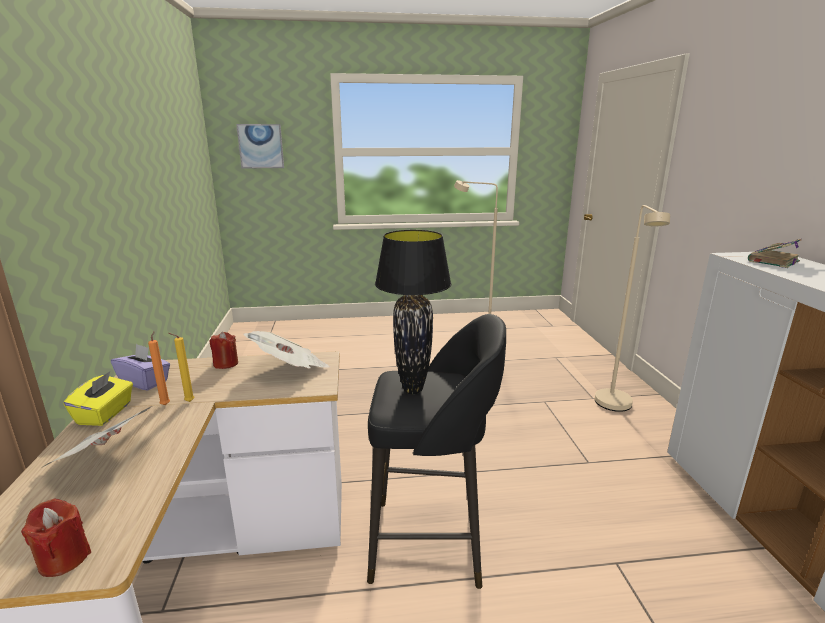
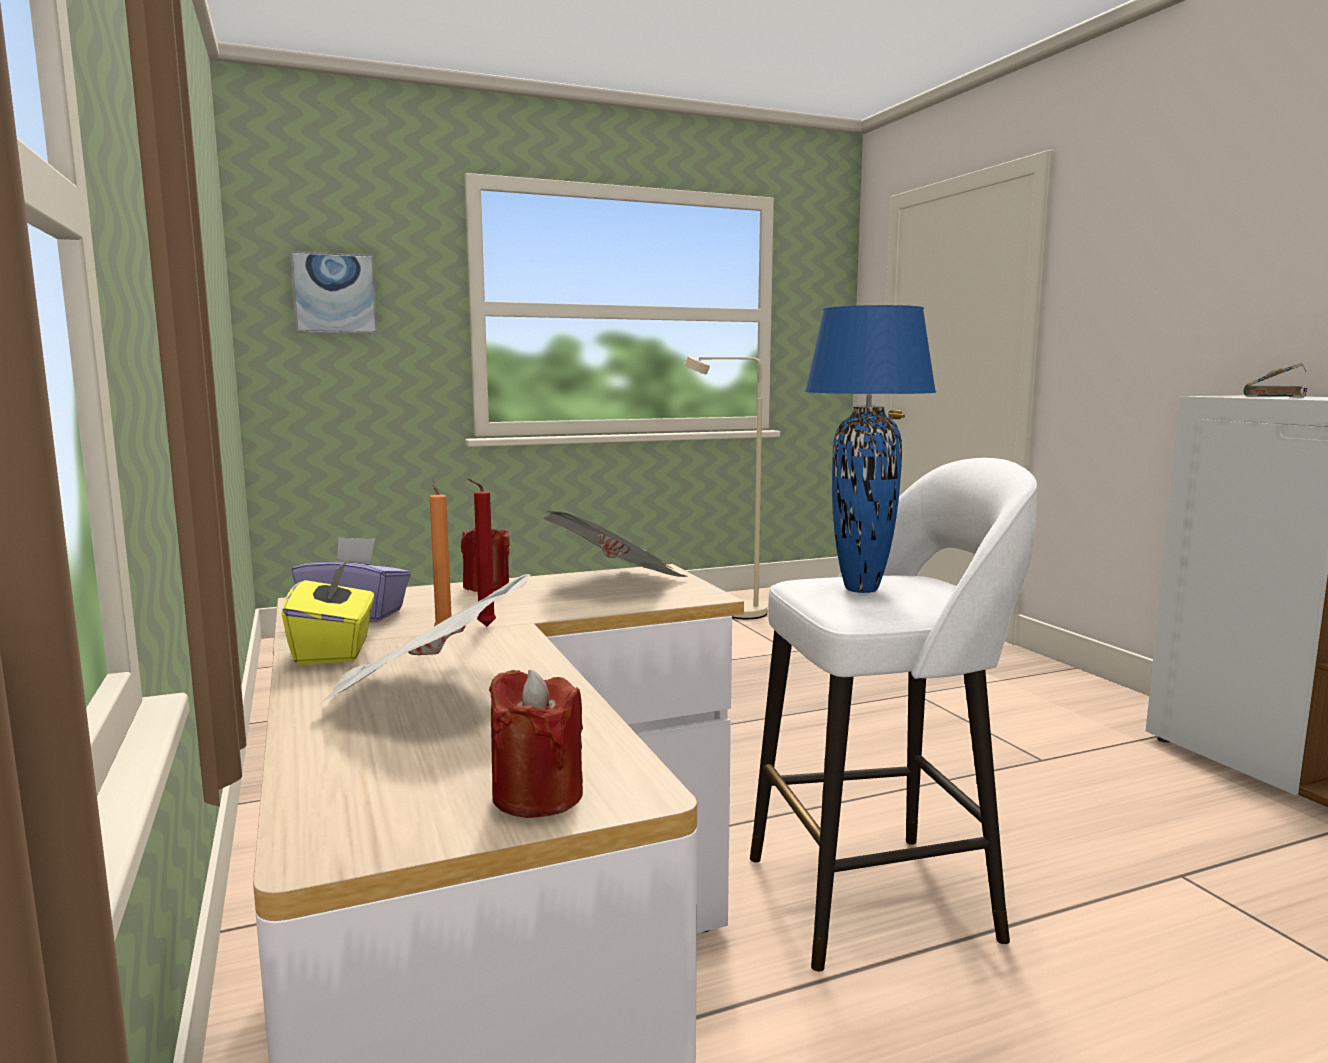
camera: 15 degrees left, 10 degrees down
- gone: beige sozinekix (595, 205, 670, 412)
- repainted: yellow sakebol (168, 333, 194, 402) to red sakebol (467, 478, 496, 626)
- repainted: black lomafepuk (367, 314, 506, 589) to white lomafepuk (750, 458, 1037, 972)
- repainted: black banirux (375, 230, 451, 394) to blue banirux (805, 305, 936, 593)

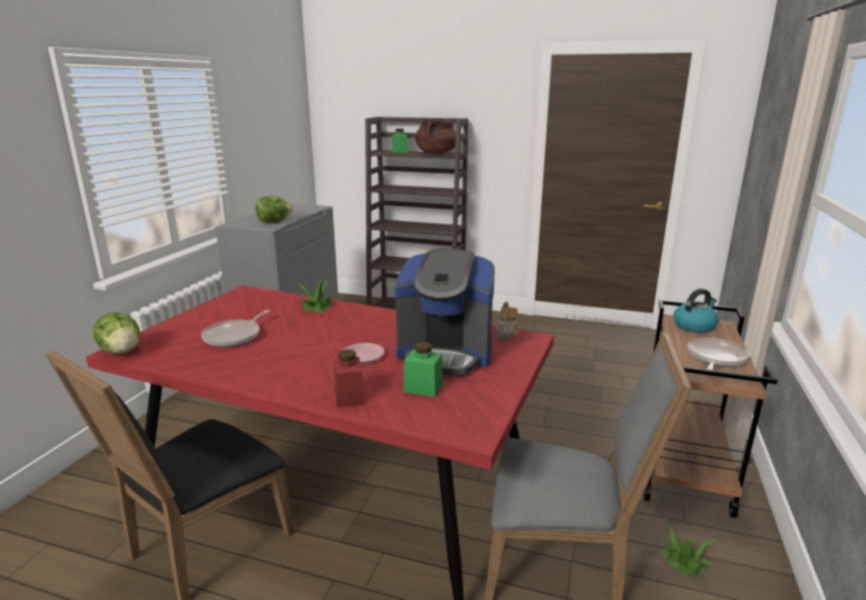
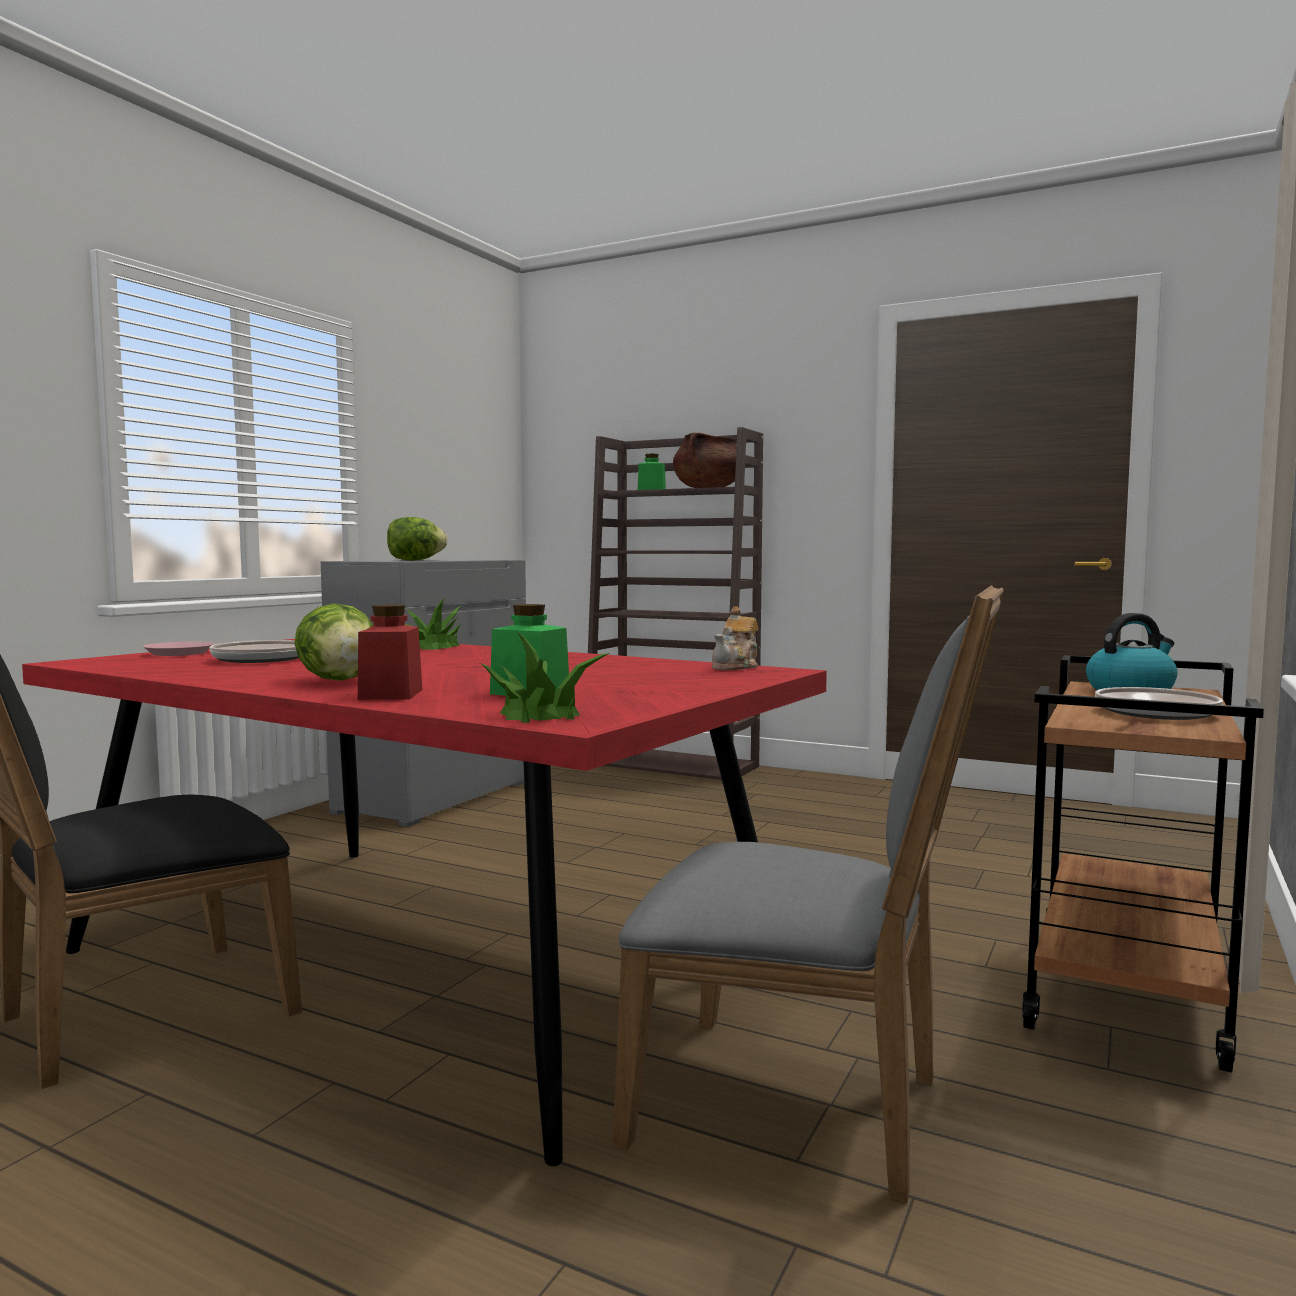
camera: 10 degrees right, 15 degrees down
- gone: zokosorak (395, 249, 495, 376)
- shifted: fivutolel (93, 312, 140, 355) to (294, 603, 374, 681)
- shifted: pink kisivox (344, 343, 385, 364) to (143, 642, 214, 656)
- shifted: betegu (661, 523, 718, 580) to (480, 632, 610, 723)

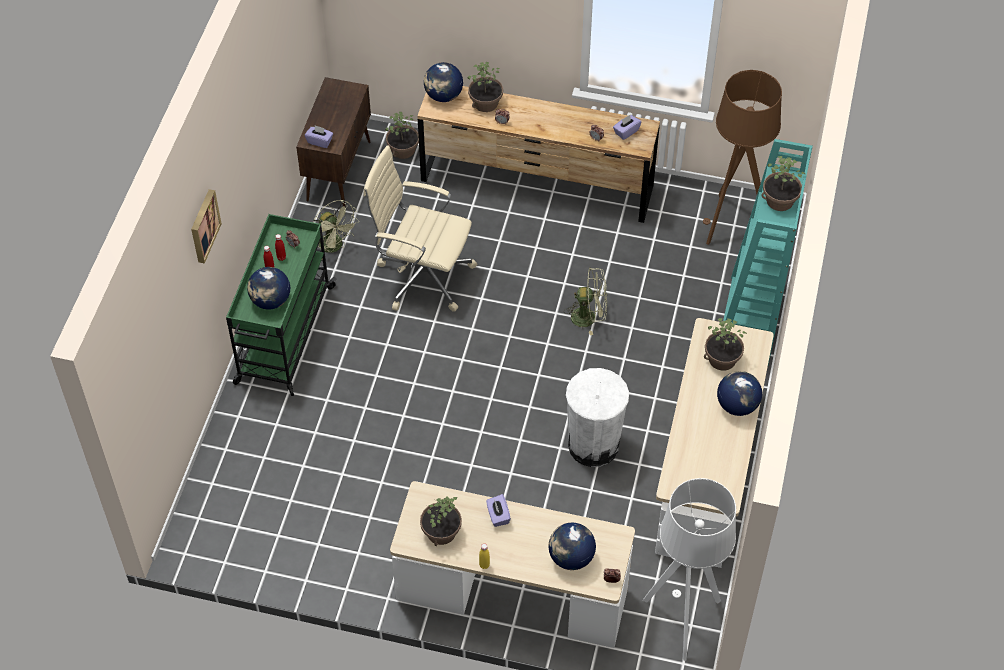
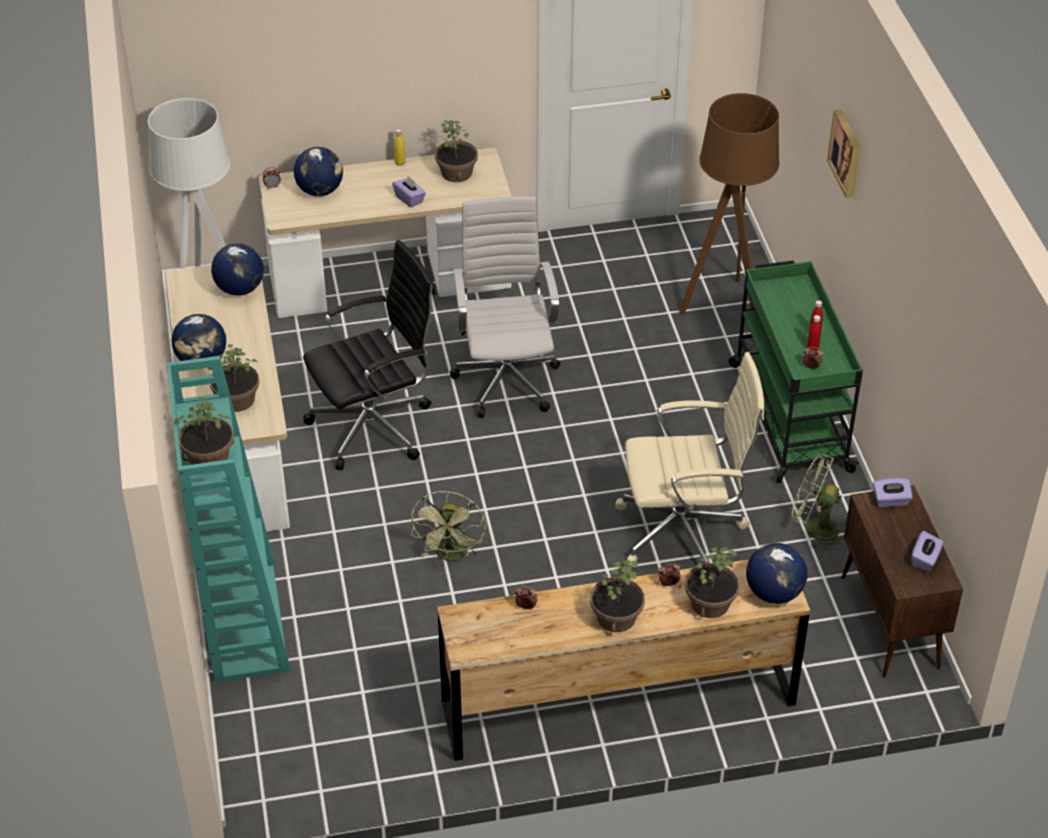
camera: 155 degrees right, 10 degrees down
- new: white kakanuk (450, 196, 560, 418)
- shifted: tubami (247, 267, 290, 310) to (211, 243, 264, 296)
- shifted: betegu (385, 112, 419, 159) to (590, 559, 645, 632)
- shifted: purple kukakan (613, 115, 642, 140) to (911, 531, 943, 572)
- shifted: brown sozinekix (703, 70, 782, 245) to (679, 93, 780, 314)
- swapped: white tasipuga (566, 368, 629, 467) to black kakanuk (303, 240, 435, 470)
- rotated: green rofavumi (564, 267, 607, 336) = (411, 491, 486, 561) 60 degrees counterclockwise

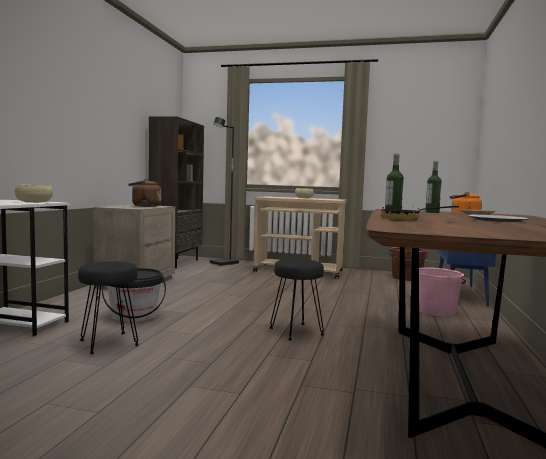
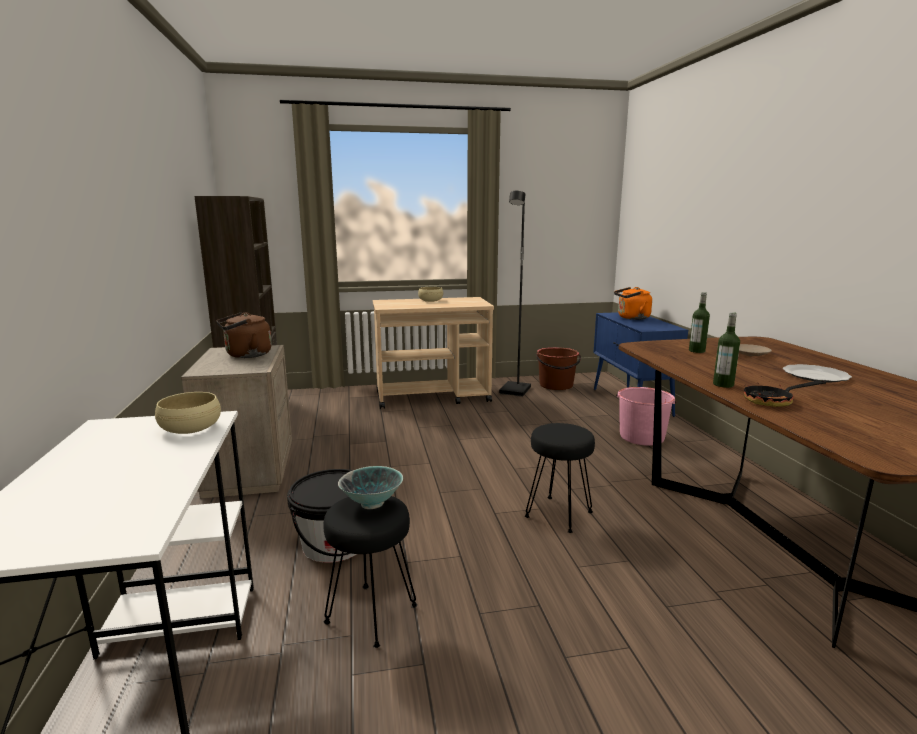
camera: 25 degrees left, 10 degrees up
- new: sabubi (338, 466, 403, 509)
- shifted: black sozinekix (210, 117, 239, 266) to (499, 191, 531, 397)

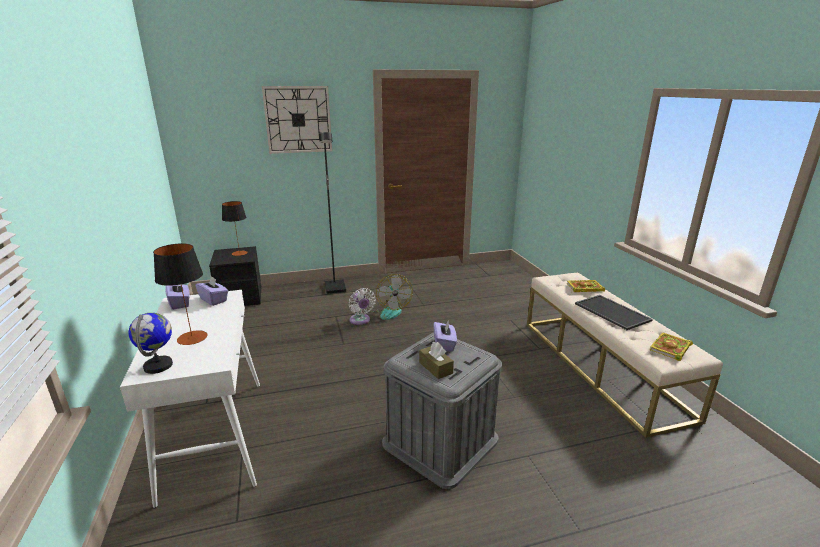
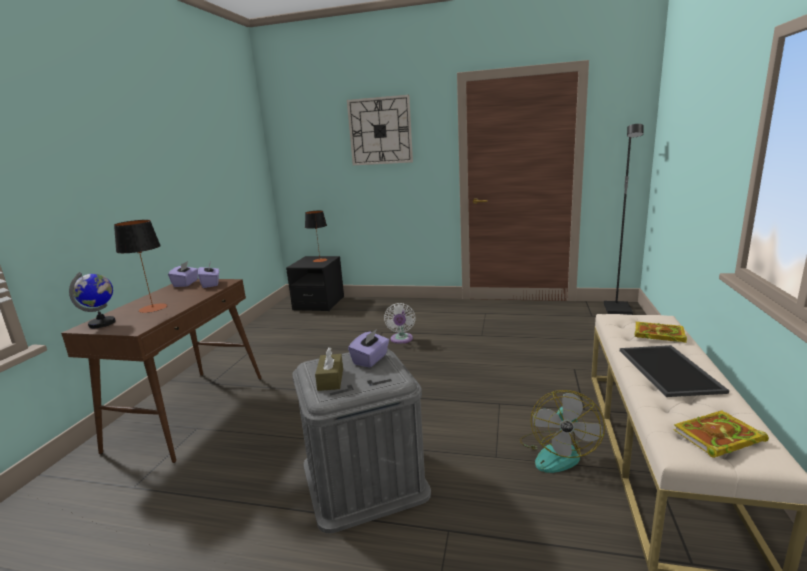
camera: 30 degrees right, 5 degrees down
- shifted: black sozinekix (319, 132, 346, 294) to (604, 124, 644, 315)
- shifted: rofavumi (369, 274, 413, 320) to (520, 390, 605, 473)
- repainted: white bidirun (120, 290, 260, 508) to brown bidirun (61, 279, 262, 463)

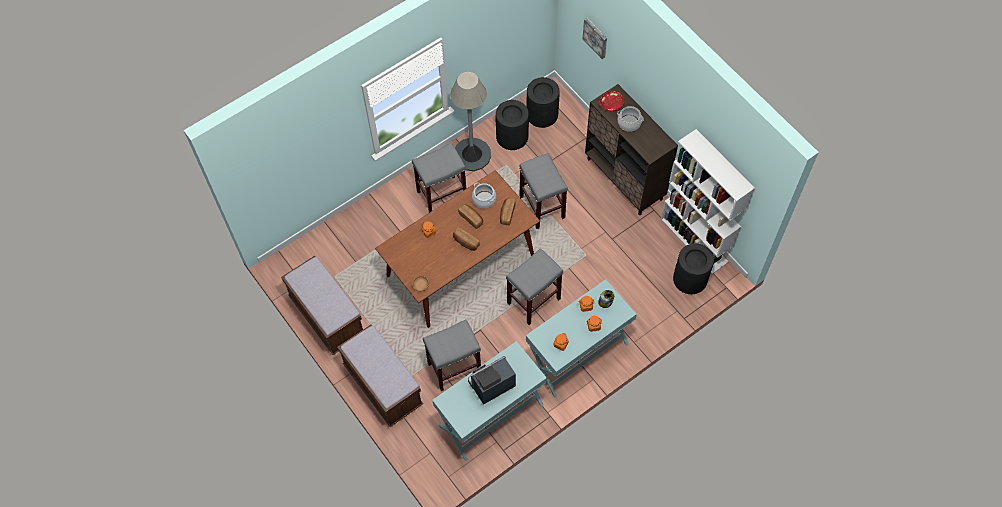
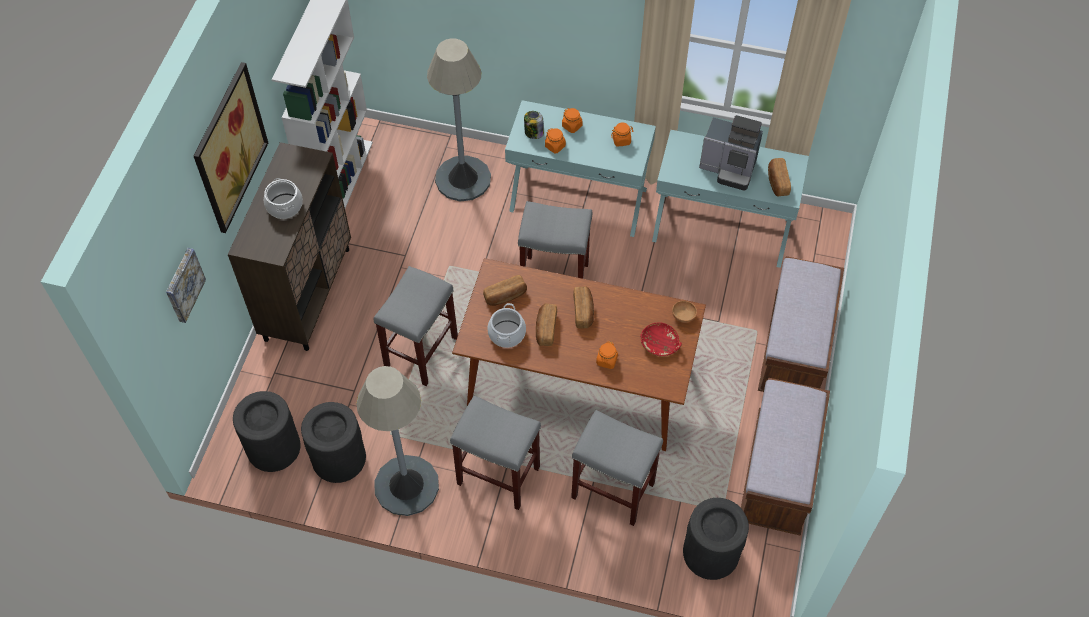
camera: 130 degrees left, 5 degrees down
- new: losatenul (194, 62, 268, 233)
- new: grey sozinekix (427, 38, 491, 201)
- new: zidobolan (768, 158, 791, 196)
- shifted: grey lomafepuk (423, 320, 481, 391) to (571, 410, 663, 526)
- shifted: red sabubi (599, 91, 624, 111) to (640, 322, 682, 356)
- shifted: black tasipuga (673, 243, 714, 294) to (683, 498, 749, 580)

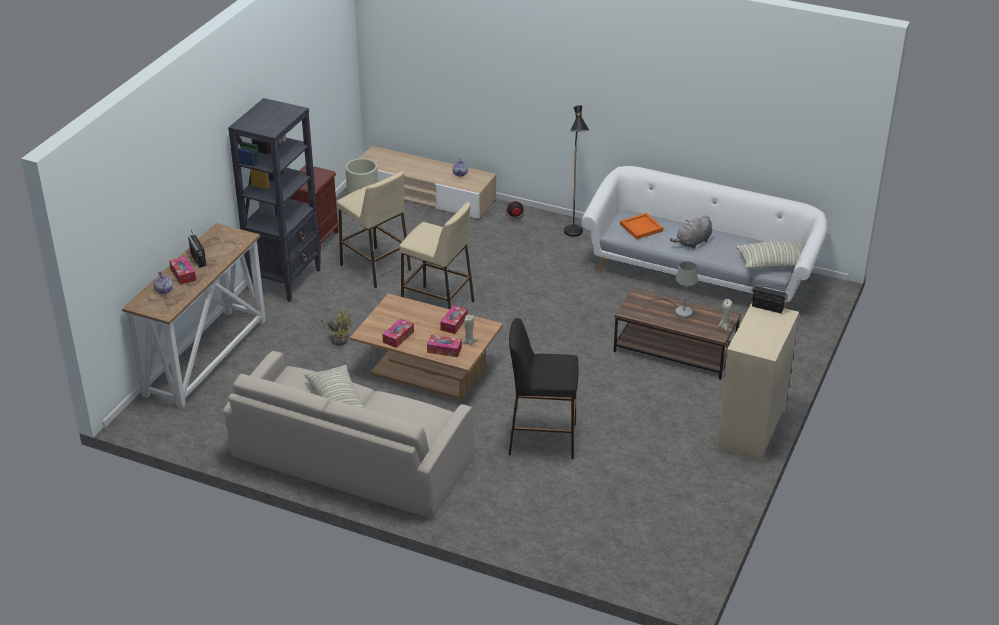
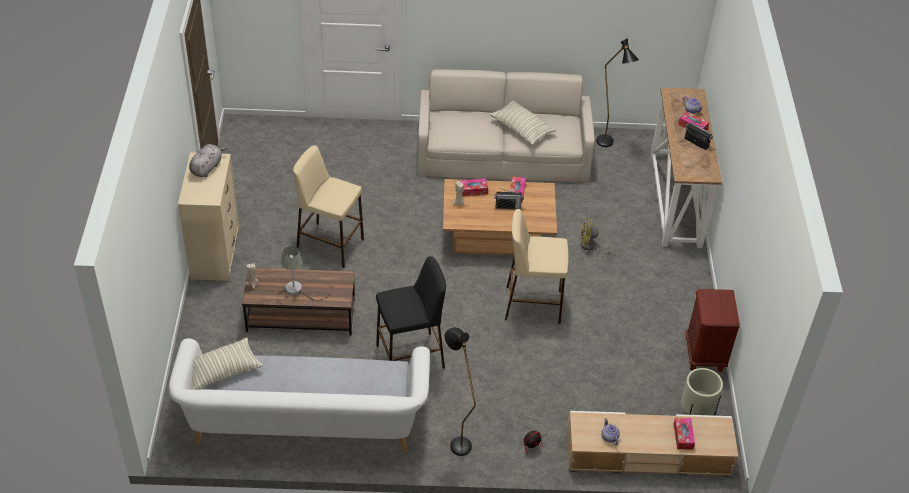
camera: 155 degrees right, 10 degrees up
- gone: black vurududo (228, 98, 321, 302)
- gone: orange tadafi (620, 213, 663, 239)
- new: black sozinekix (596, 38, 639, 147)
- shifted: beige lomafepuk (337, 171, 411, 288) to (293, 145, 364, 268)
- shifted: kukakan (440, 305, 468, 334) to (674, 418, 695, 450)
- shifted: black lomafepuk (508, 318, 578, 459) to (376, 256, 446, 369)
- shifted: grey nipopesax (670, 215, 712, 249) to (189, 144, 227, 177)
- shifted: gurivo (751, 285, 788, 313) to (494, 189, 524, 210)

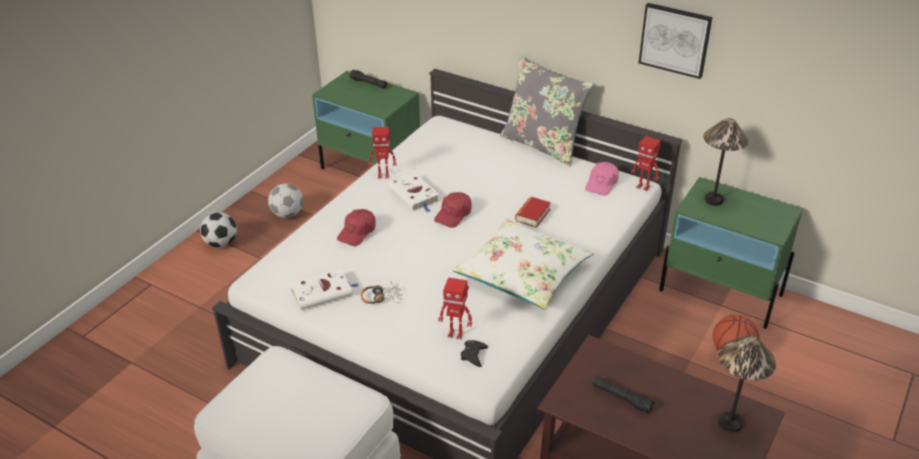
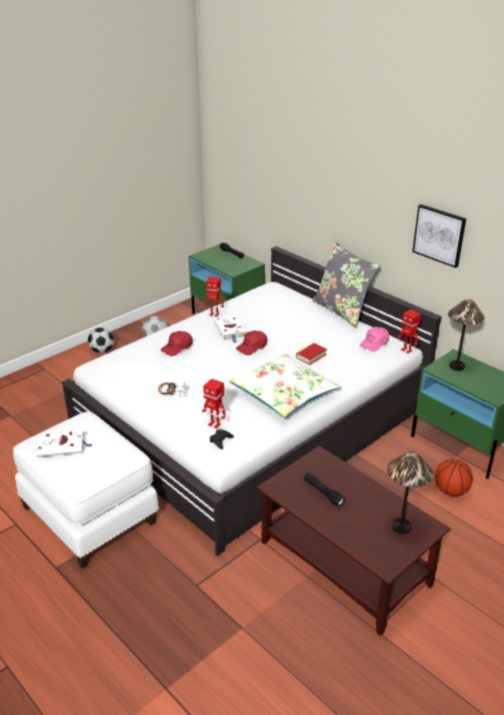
camera: 15 degrees right, 5 degrees down
- shifted: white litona (290, 269, 359, 310) to (35, 430, 92, 457)

